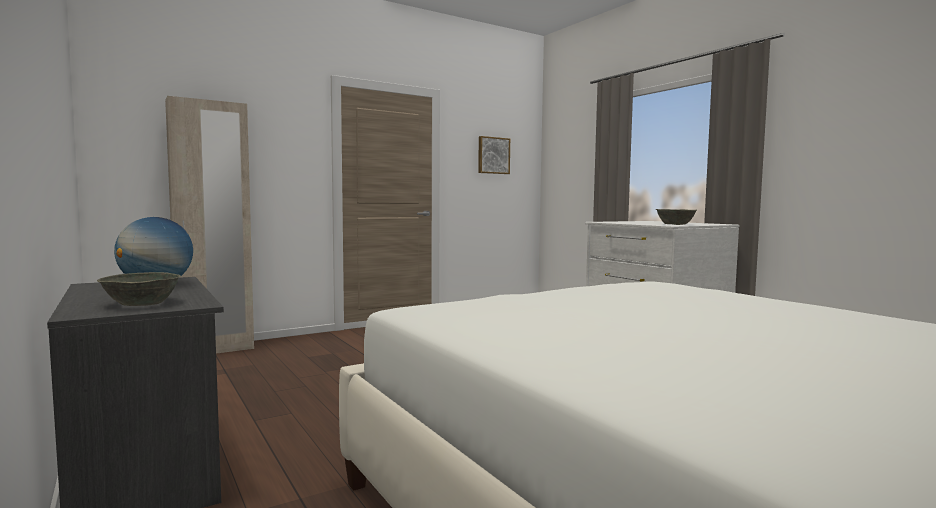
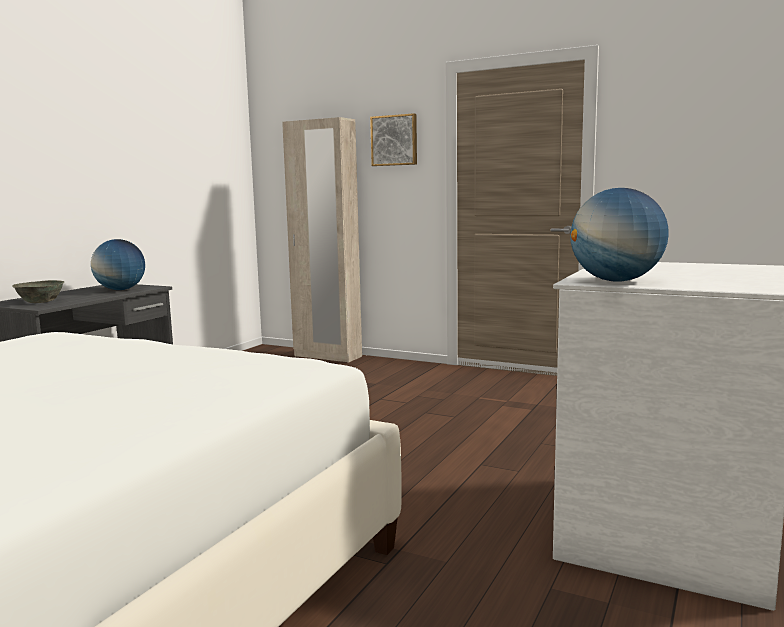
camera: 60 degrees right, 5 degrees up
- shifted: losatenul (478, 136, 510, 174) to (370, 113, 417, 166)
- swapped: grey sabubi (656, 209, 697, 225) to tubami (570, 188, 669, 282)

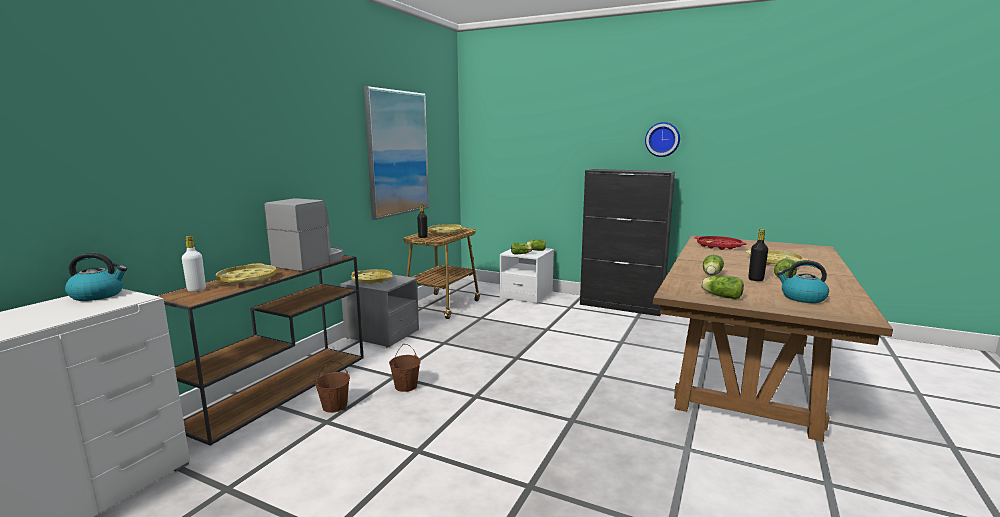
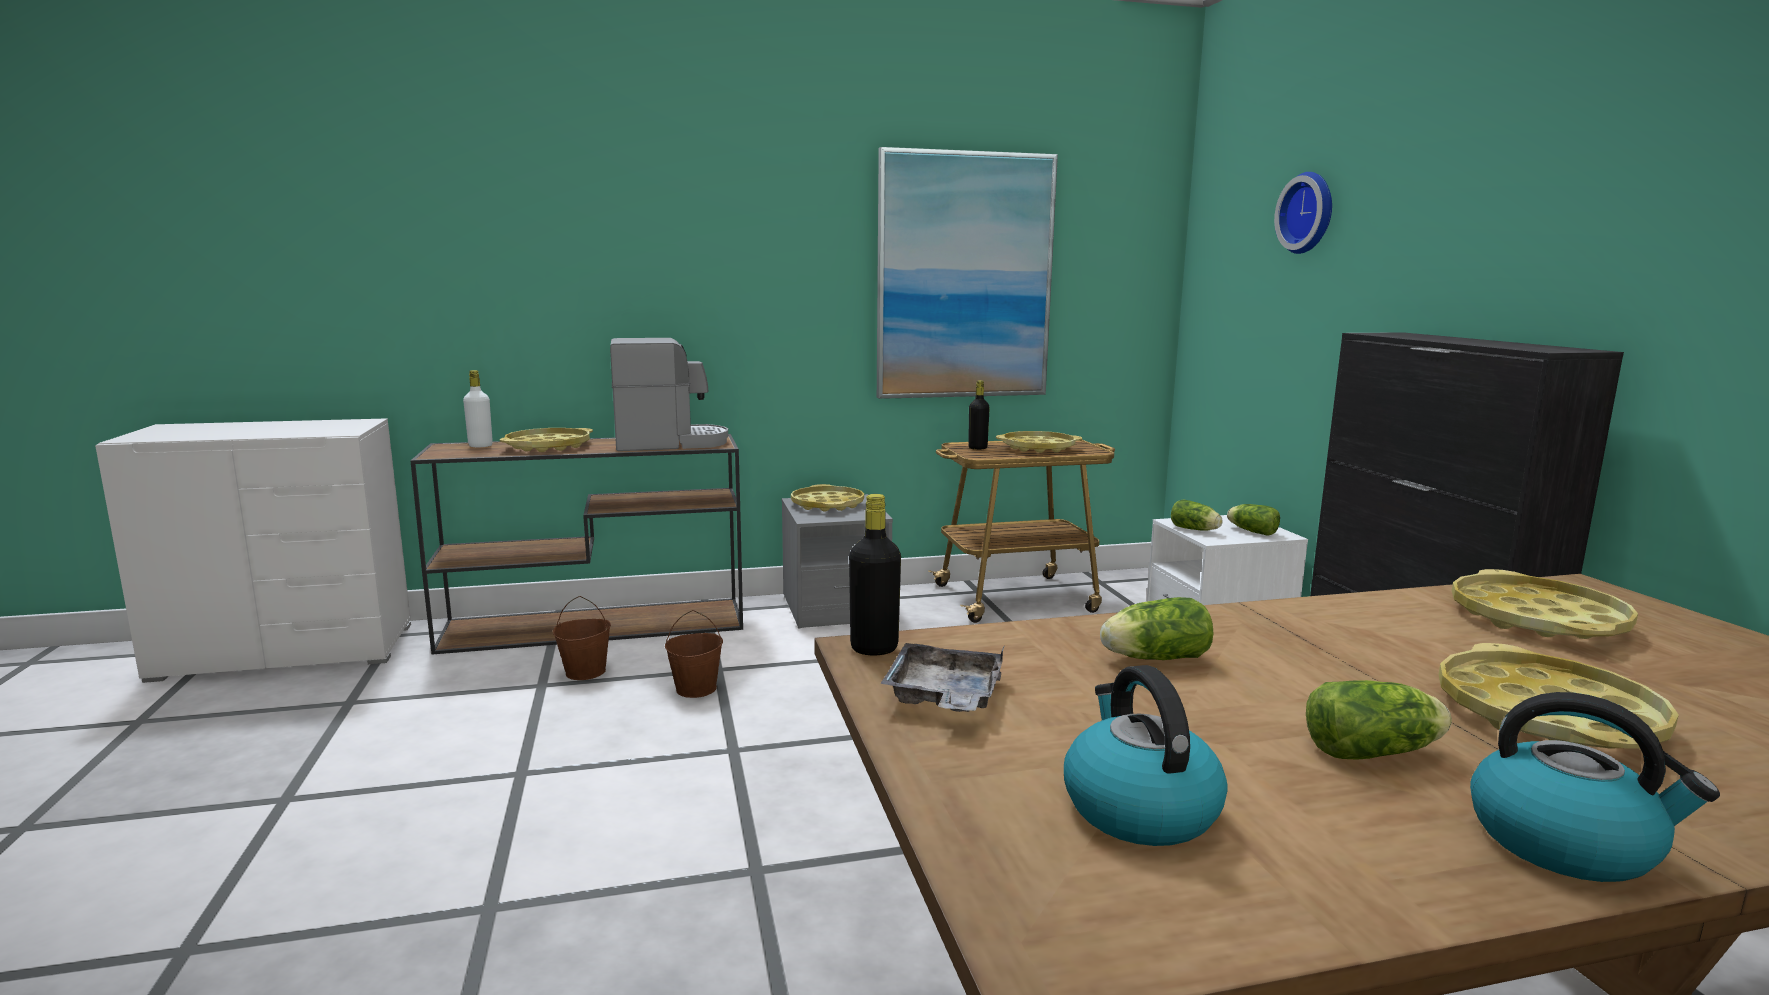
camera: 50 degrees right, 0 degrees up
- shifted: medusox (65, 253, 127, 301) to (1470, 692, 1720, 882)
- shifted: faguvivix (645, 122, 680, 157) to (1274, 172, 1332, 254)
- shifted: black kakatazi (748, 229, 768, 281) to (849, 494, 901, 655)
- swapped: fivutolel (701, 276, 744, 299) to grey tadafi (881, 643, 1004, 712)
- repainted: red tadafi (695, 236, 746, 250) to yellow tadafi (1452, 569, 1638, 639)

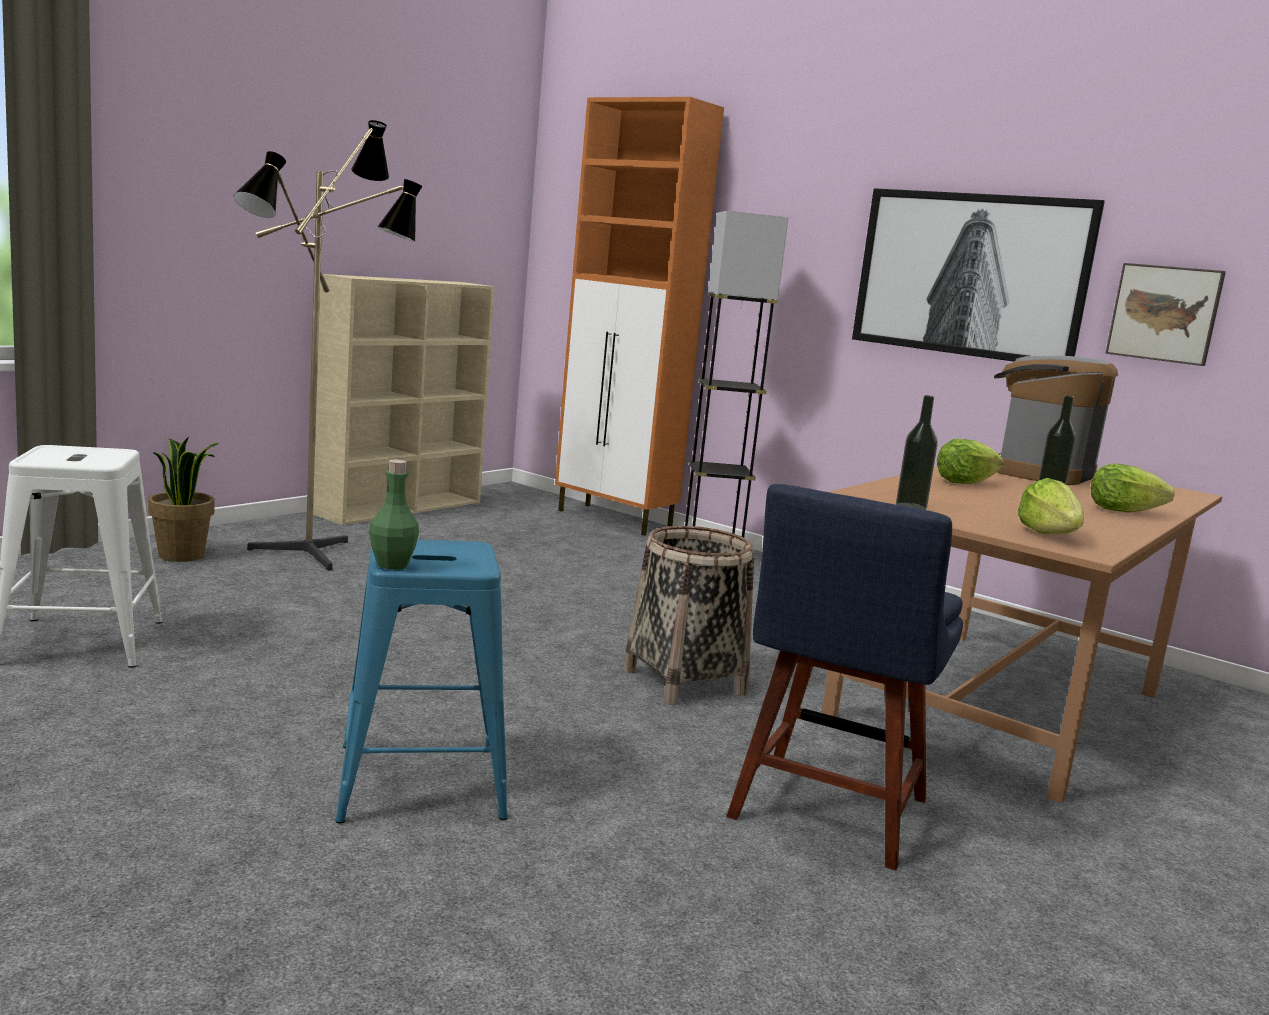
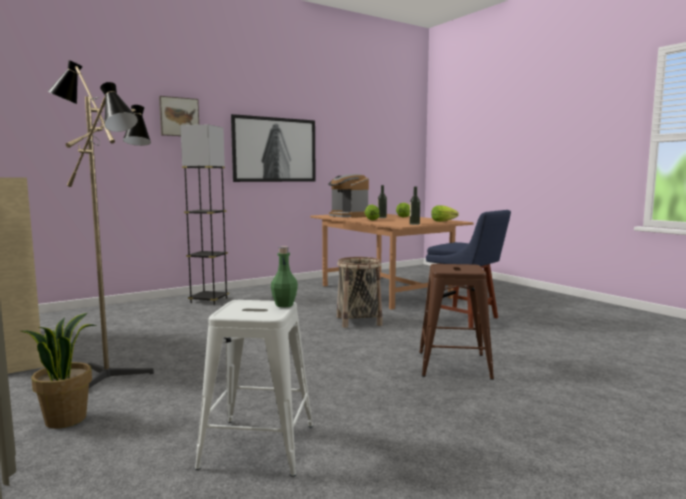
camera: 70 degrees left, 5 degrees down
- gone: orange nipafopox (555, 97, 724, 536)
- shifted: green kakatazi (369, 459, 419, 570) to (271, 246, 298, 308)
- shifted: losatenul (1106, 263, 1226, 366) to (159, 96, 199, 136)
- repainted: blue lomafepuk (335, 539, 508, 823) to brown lomafepuk (419, 264, 494, 380)

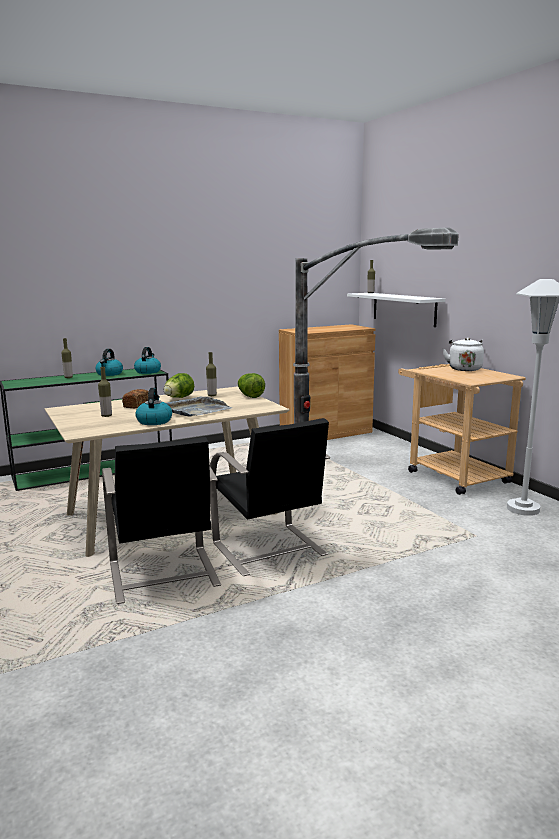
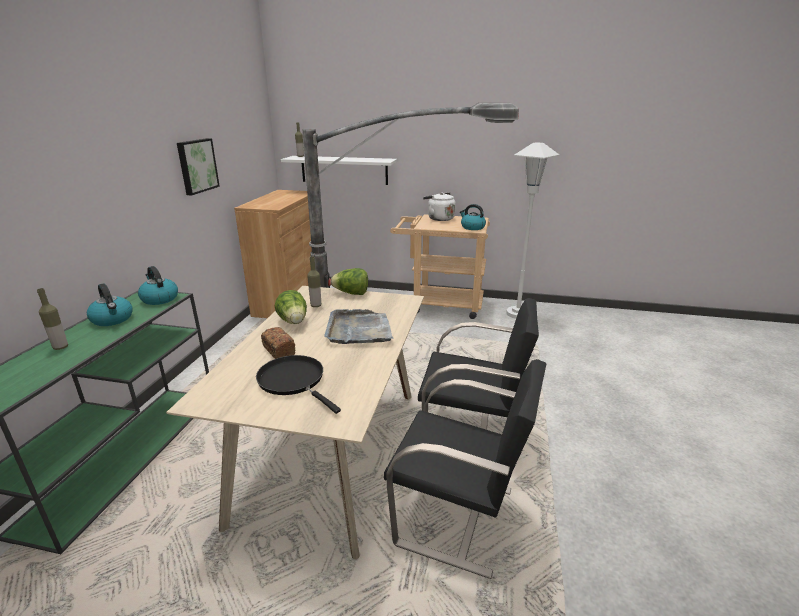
camera: 50 degrees left, 10 degrees up
- new: losatenul (177, 138, 220, 195)
- shifted: medusox (135, 388, 172, 425) to (460, 204, 486, 230)
- swapped: kakatazi (98, 367, 112, 417) to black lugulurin (256, 355, 341, 414)

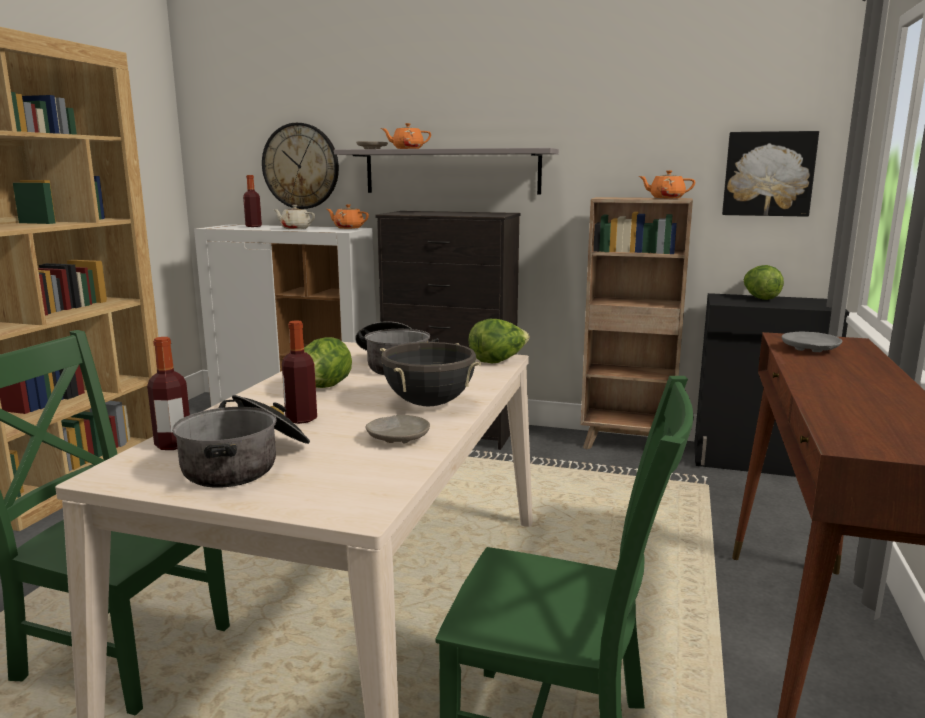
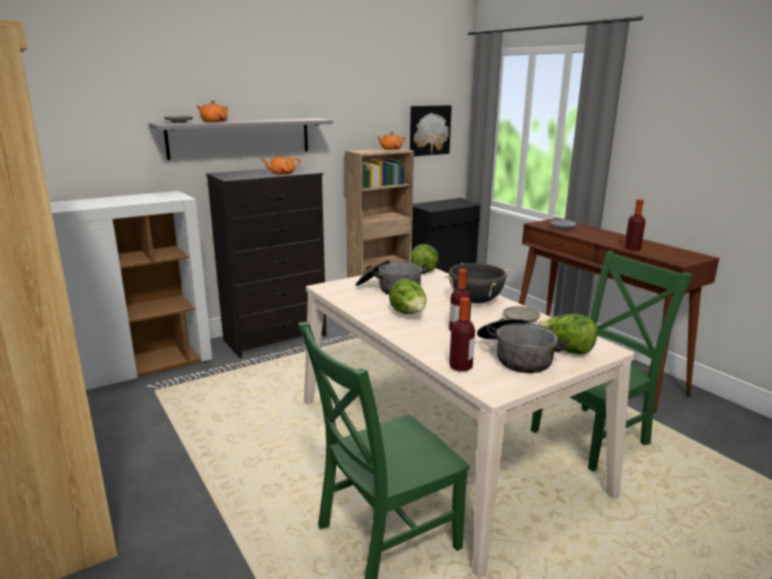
camera: 50 degrees left, 5 degrees up
- gone: faguvivix (262, 123, 339, 209)
- gone: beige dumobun (273, 205, 315, 229)
- shifted: kakatazi (243, 175, 262, 227) to (624, 199, 645, 251)
- shifted: orange dumobun (327, 204, 369, 229) to (262, 153, 300, 175)
- shifted: fivutolel (744, 265, 784, 300) to (538, 314, 597, 355)

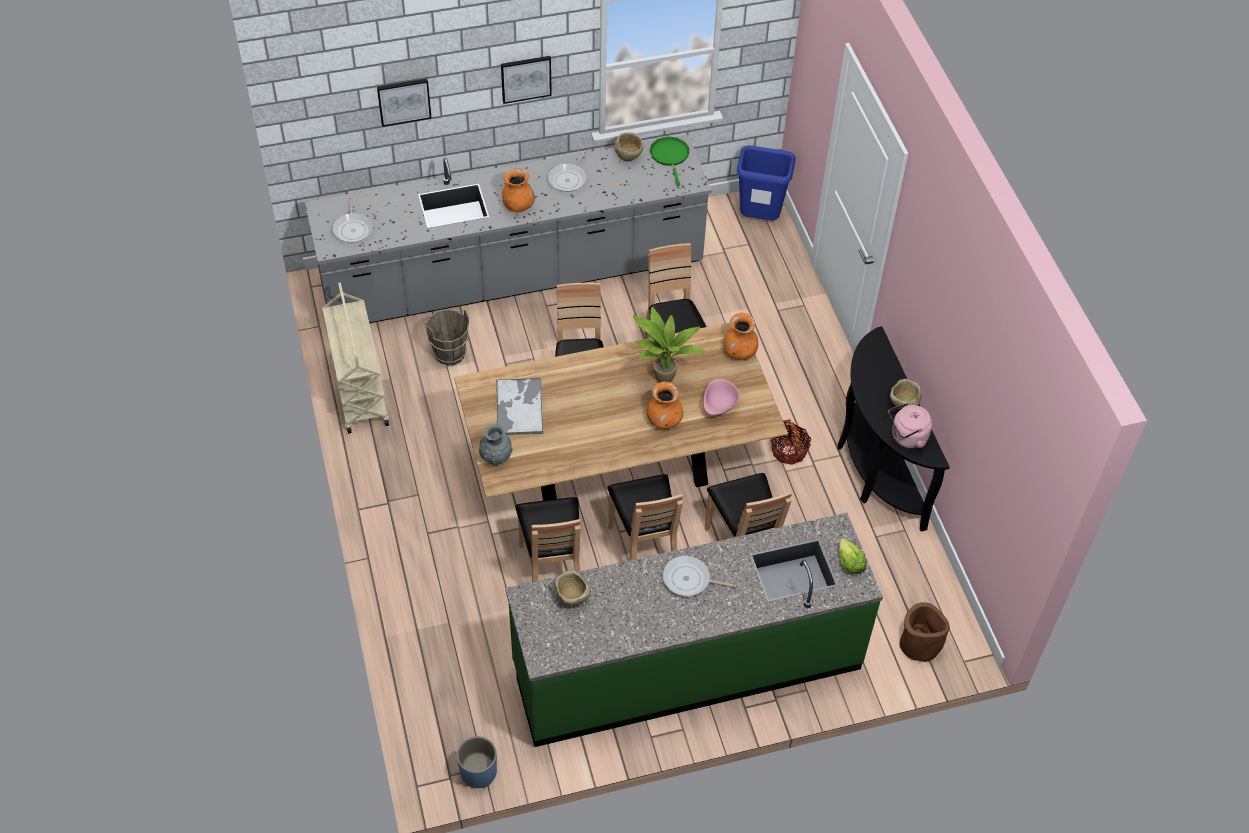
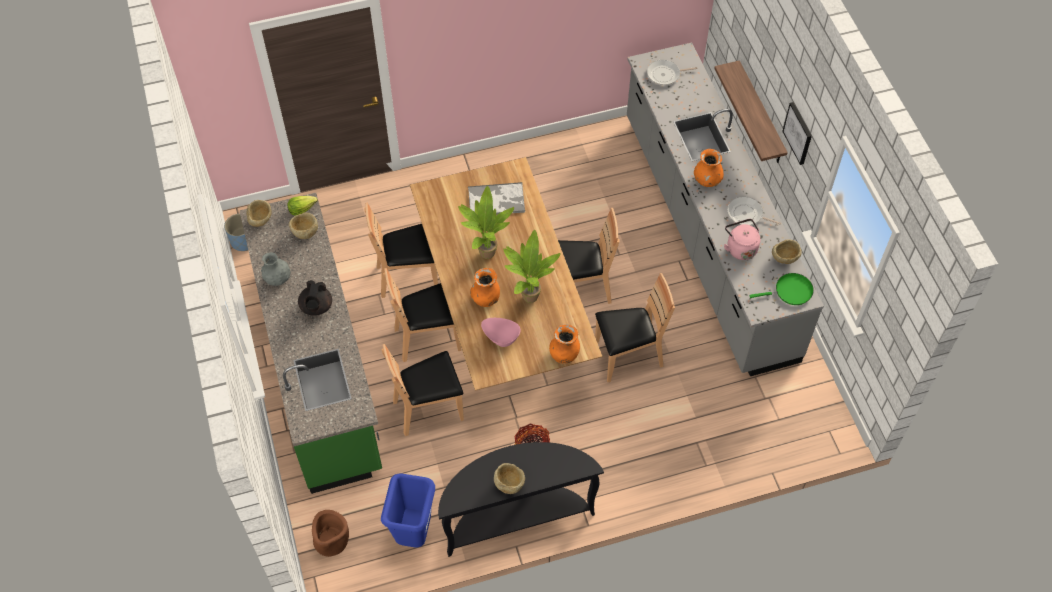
camera: 90 degrees right, 5 degrees up
- gone: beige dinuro (322, 282, 389, 434)
- gone: losatenul (377, 79, 432, 127)
- gone: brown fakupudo (426, 309, 469, 366)
- new: beige sabubi (246, 200, 272, 227)
- new: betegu (458, 186, 514, 259)
- new: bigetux (714, 60, 788, 163)
- shifted: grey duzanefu (479, 424, 513, 465) to (261, 252, 291, 286)
- shifted: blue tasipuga (737, 145, 795, 221) to (381, 473, 435, 547)
- shifted: fivutolel (839, 538, 867, 574) to (287, 196, 318, 216)
- shifted: pink medusox (888, 403, 932, 449) to (724, 219, 760, 260)
- swapped: lugulurin (663, 555, 736, 596) to black dumobun (298, 280, 332, 316)

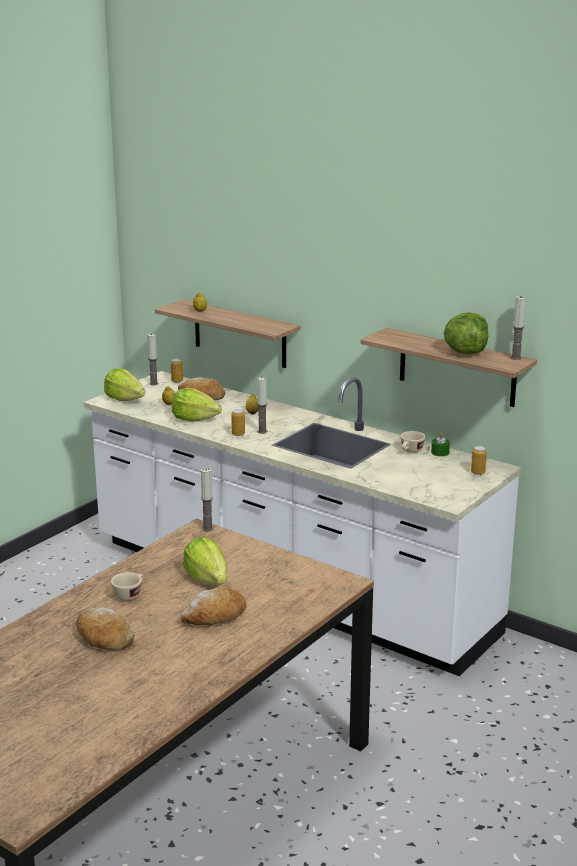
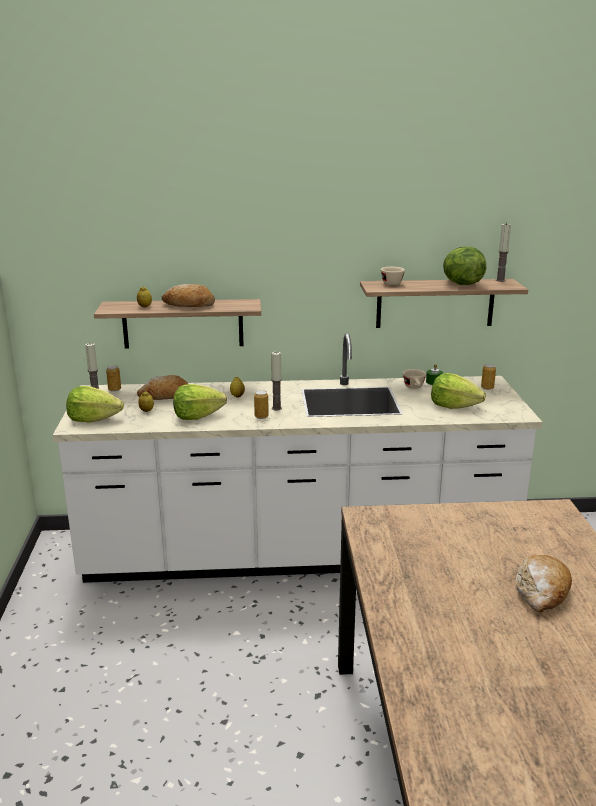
camera: 40 degrees left, 0 degrees up
- gone: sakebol (201, 468, 214, 532)
- shifted: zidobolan (77, 607, 134, 651) to (161, 284, 215, 307)
- shifted: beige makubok (111, 572, 143, 601) to (381, 267, 405, 285)
- shifted: fivutolel (183, 537, 227, 585) to (431, 373, 486, 409)

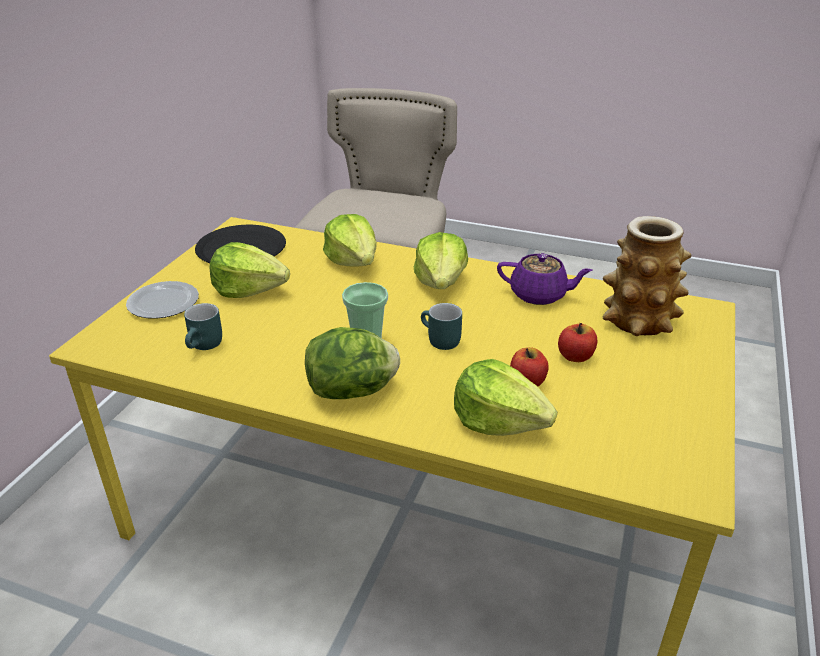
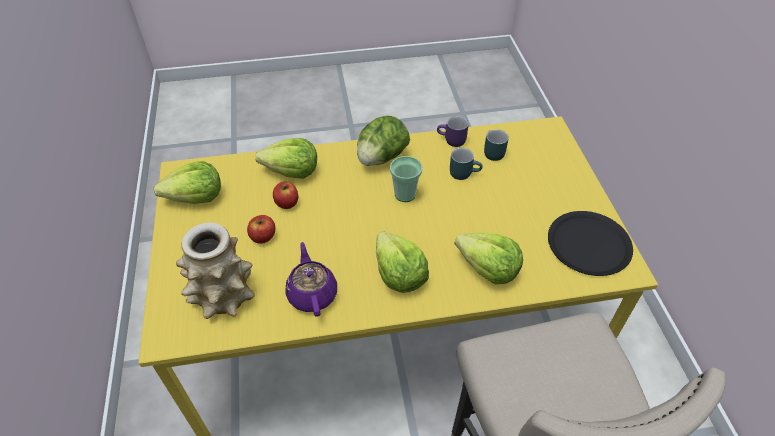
camera: 150 degrees right, 15 degrees up
- gone: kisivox (126, 281, 199, 319)
- new: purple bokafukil (437, 116, 469, 147)
- shifted: fivutolel (209, 242, 290, 298) to (154, 161, 221, 204)
- shifted: turquoise bokafukil (421, 303, 462, 350) to (450, 148, 483, 180)
- rotated: purple dumobun (497, 253, 593, 305) = (285, 242, 337, 317) 90 degrees clockwise

